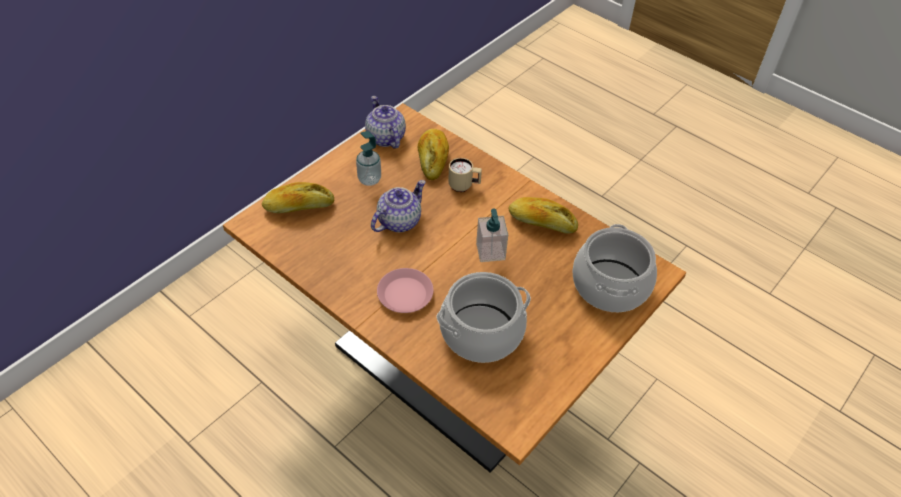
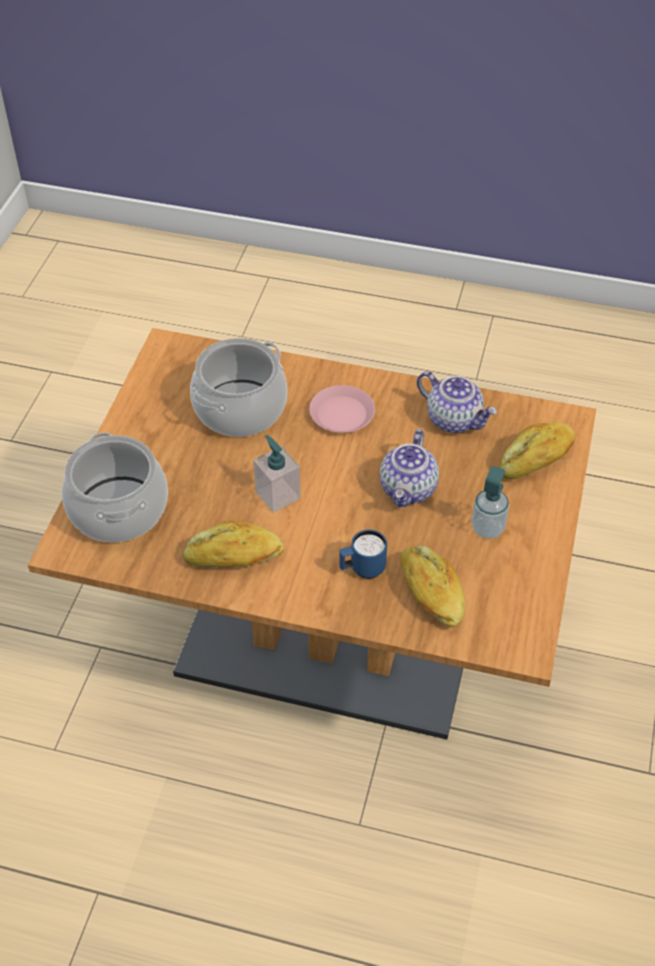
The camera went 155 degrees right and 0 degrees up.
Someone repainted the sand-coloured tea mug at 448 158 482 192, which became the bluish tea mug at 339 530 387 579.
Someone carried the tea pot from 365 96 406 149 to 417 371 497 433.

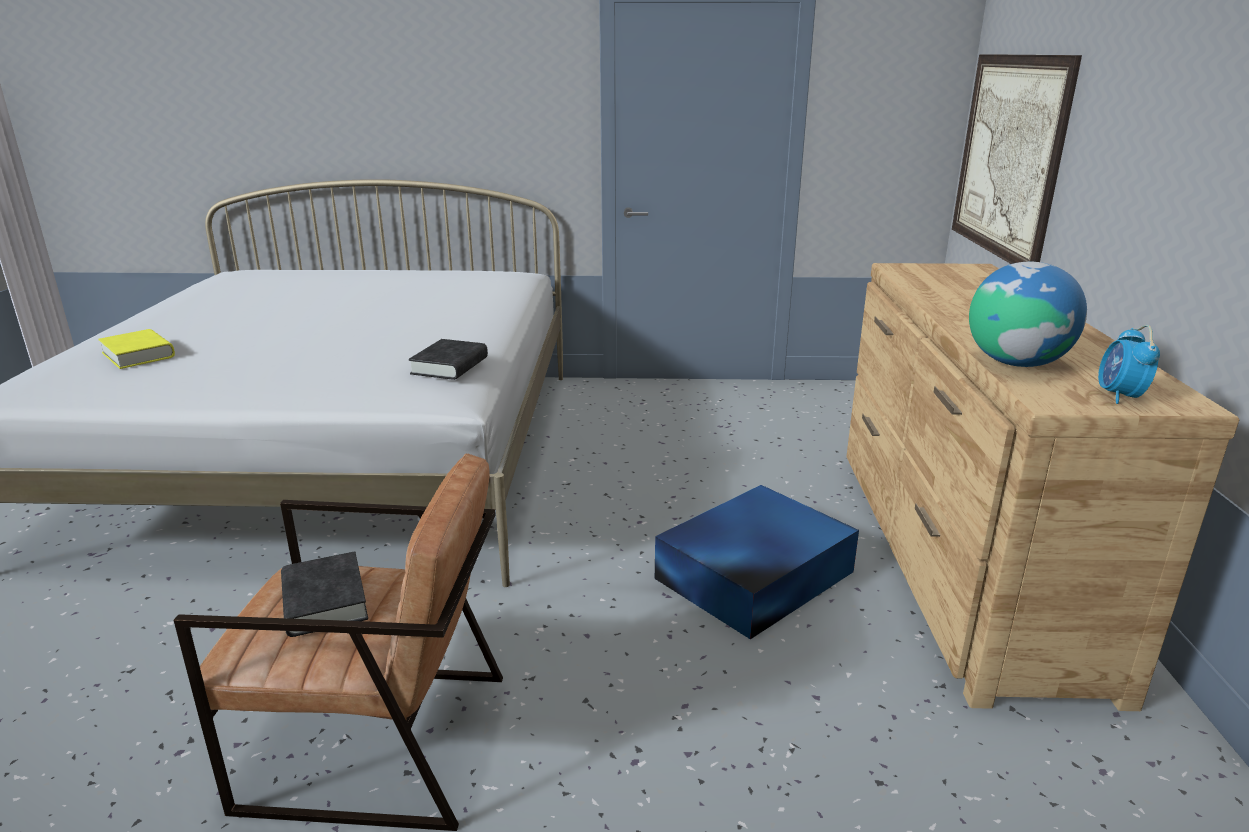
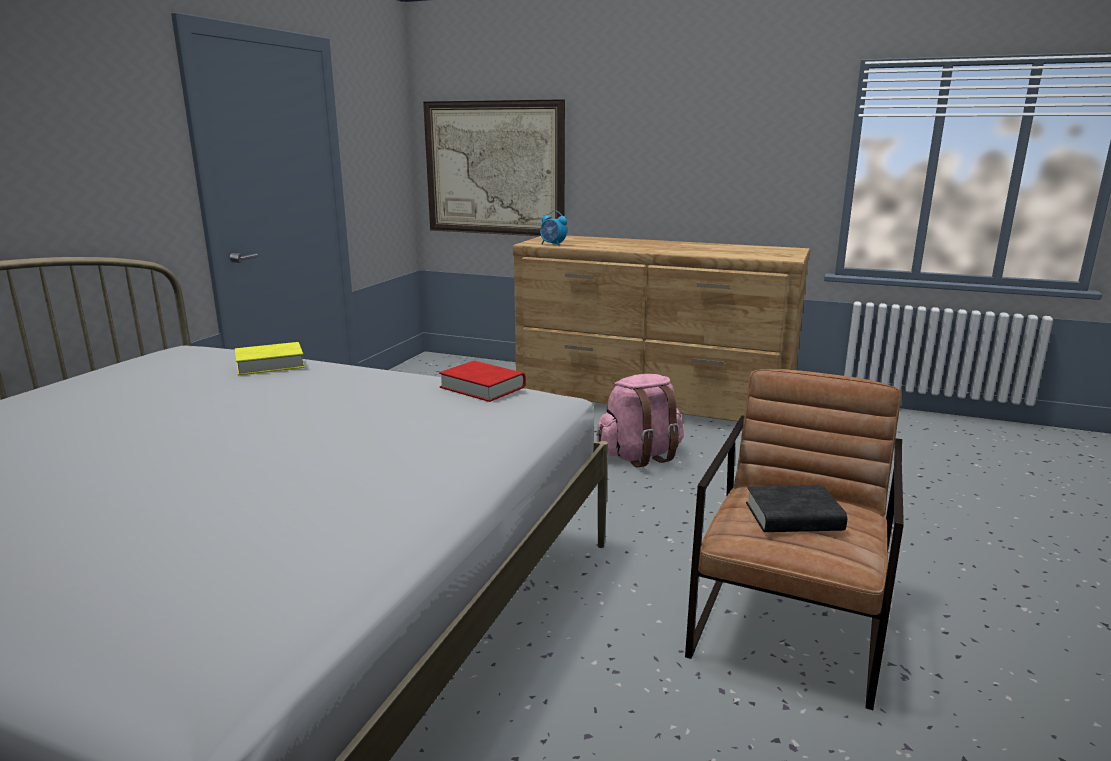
The camera went 70 degrees left and 5 degrees down.
Someone carried the yellow-coloured bound book from 98 329 175 369 to 235 342 305 376.
Someone repainted the blackish bound book at 408 339 488 380, which became the red bound book at 439 361 526 402.
Someone carried the table clock from 1098 325 1160 404 to 540 210 567 246.
Someone swapped the bluish storage box at 655 485 859 639 for the pinkish knapsack at 597 374 684 468.
Someone took away the desk globe at 969 262 1087 367.

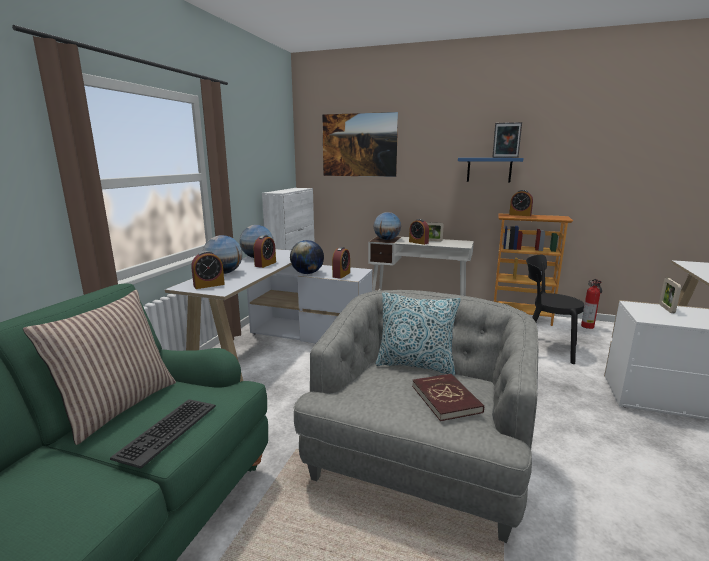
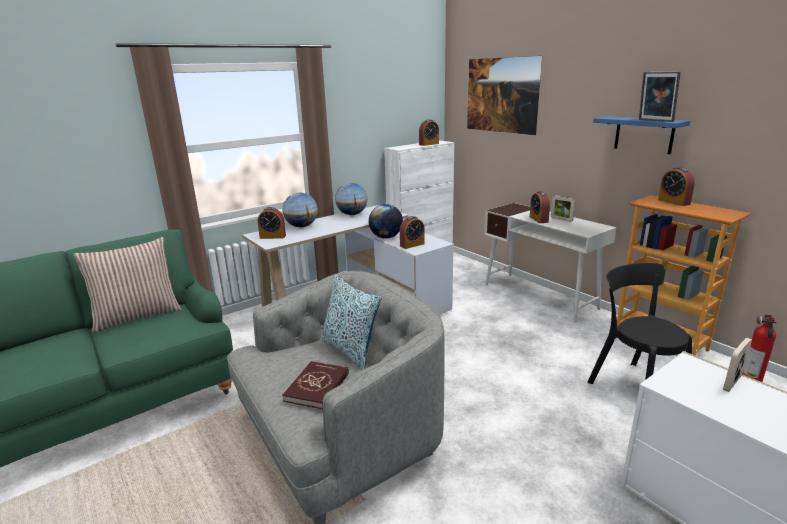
The camera went 35 degrees right and 5 degrees up.
Someone carried the table clock from 254 235 276 268 to 419 119 439 146.
Someone took away the PC keyboard at 110 399 216 469.
Someone took away the desk globe at 374 212 401 240.

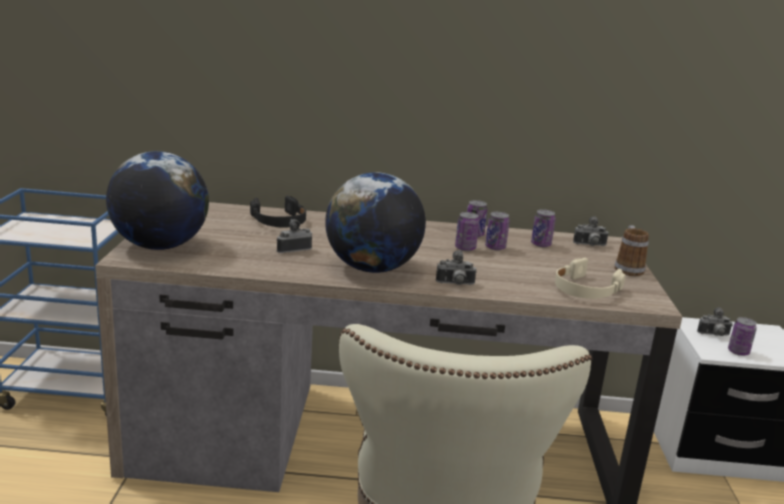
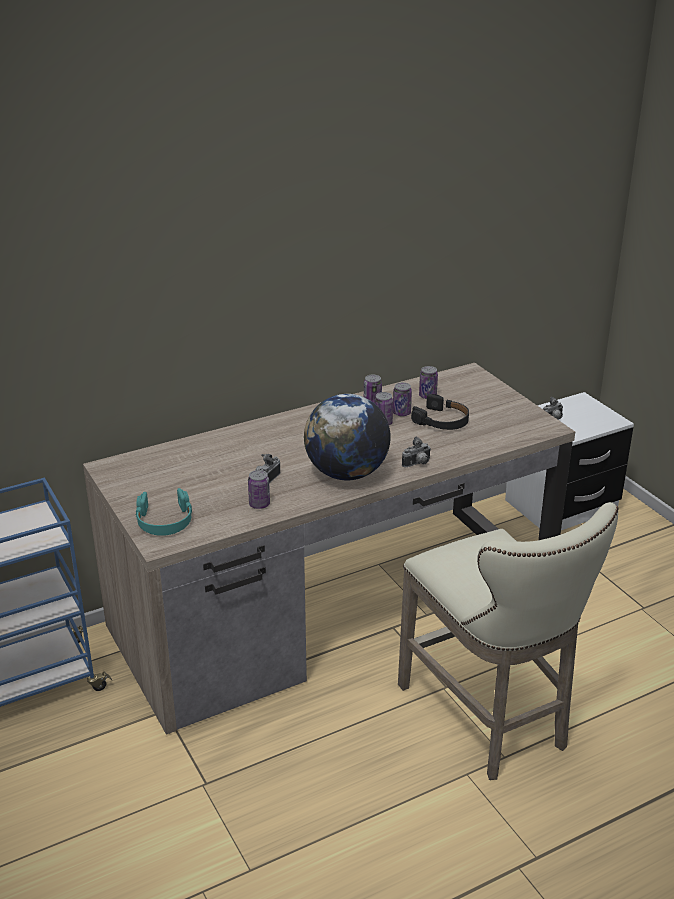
The camera went 30 degrees left and 10 degrees up.
Someone swapped the desk globe at 106 151 209 250 for the turquoise headset at 136 488 192 536.
Someone carried the metal can from 728 317 757 356 to 248 470 270 509.
Someone carried the blackish headset from 250 196 306 228 to 411 394 469 430.
Someone took away the sand-coloured headset at 555 258 626 299.
Someone took away the still camera at 573 216 609 246.
Someone took away the tea mug at 615 225 649 276.

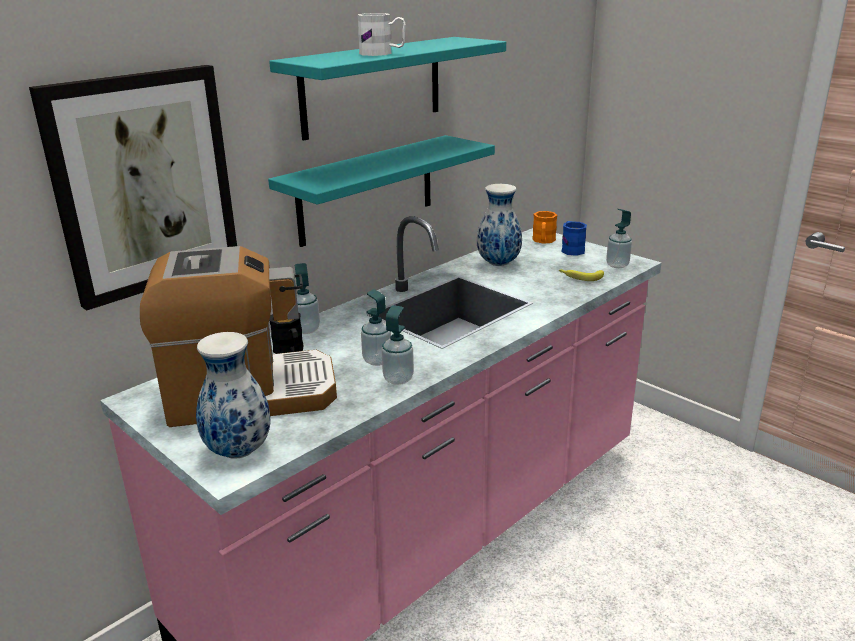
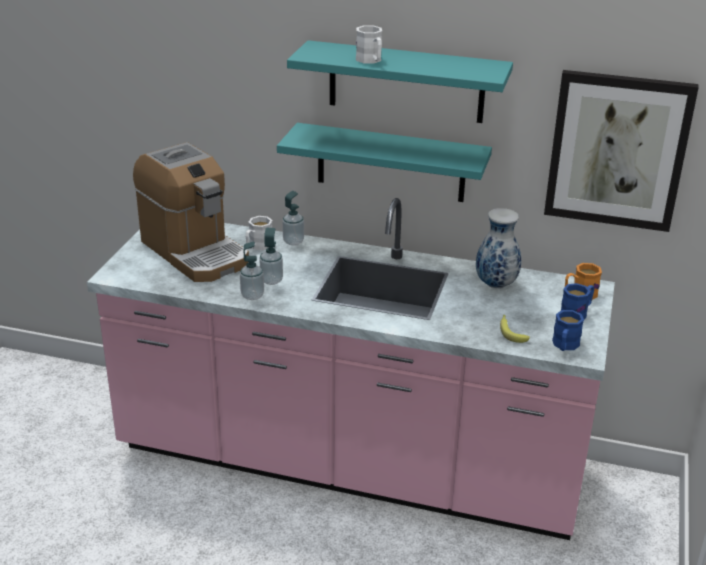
The camera went 60 degrees right and 5 degrees up.
Someone repainted the blackish tea mug at 269 313 304 354, which became the whitish tea mug at 245 216 272 250.
Someone carried the picture from 29 65 237 311 to 544 70 699 232.
Someone swapped the liquid soap bottle at 606 209 632 268 for the bluish tea mug at 552 310 584 351.
Someone took away the flower vase at 196 332 271 459.

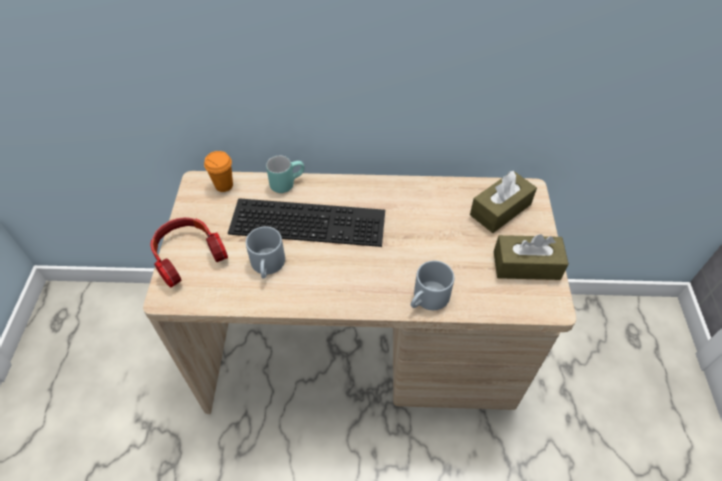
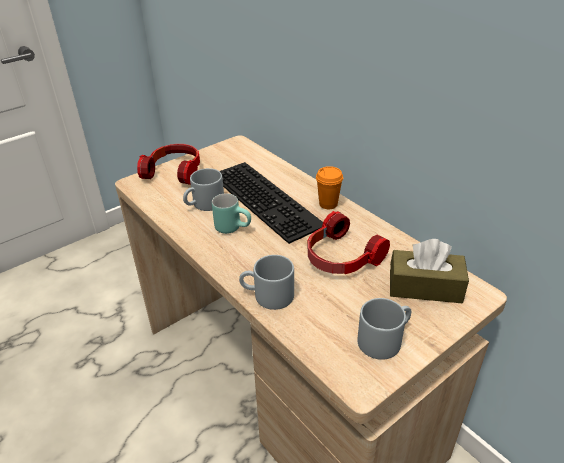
The camera went 50 degrees right and 15 degrees down.
Someone carried the turquoise tea mug from 266 156 305 193 to 212 193 251 234.
Someone put down the headset at 307 211 390 274.
Someone carried the orange small cup from 204 151 233 192 to 316 166 343 209.
Someone swapped the brown box of tissues at 494 234 569 280 for the grey tea mug at 357 298 411 360.

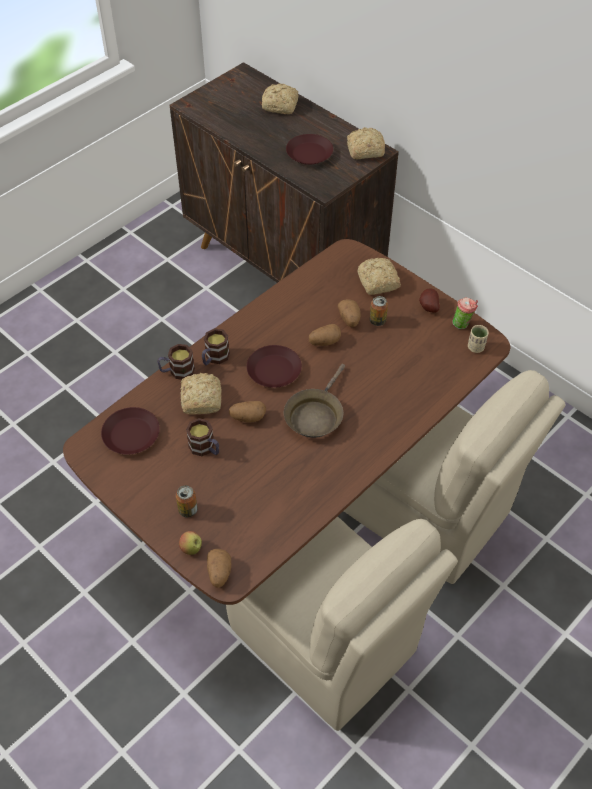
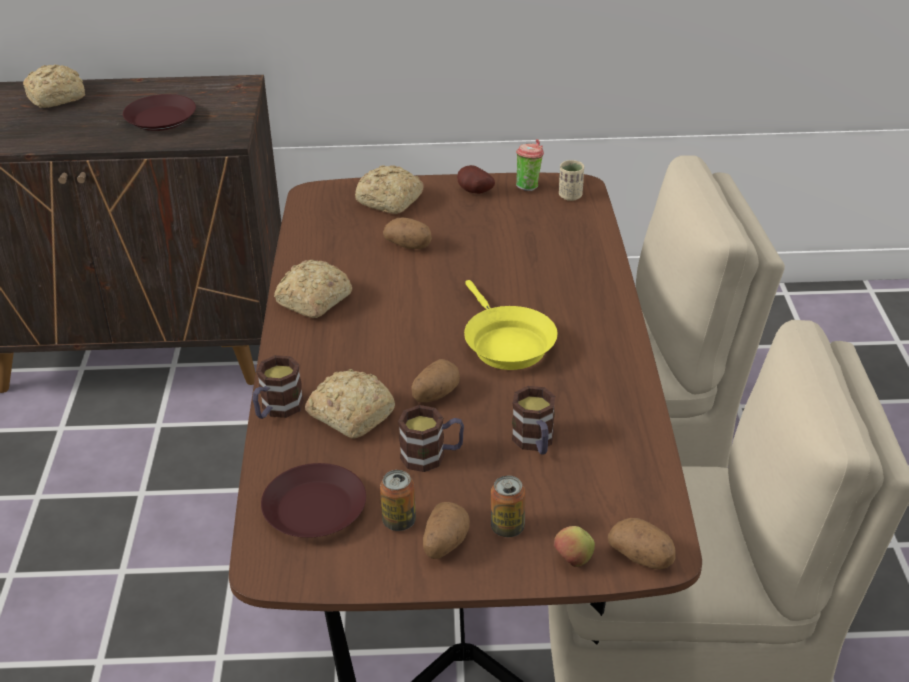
The camera went 45 degrees left and 15 degrees down.
Someone carried the baked bread from 347 127 385 159 to 274 260 352 318.
Someone carried the metal can from 370 296 388 326 to 380 470 416 531.
Someone carried the whole potato from 309 324 341 346 to 423 502 470 559.
Someone repainted the brown pan at 284 364 345 438, which became the yellow-coloured pan at 464 280 557 370.
Someone carried the tea mug from 202 328 230 366 to 512 386 556 455.
Someone took away the brown dinner plate at 247 345 302 388.

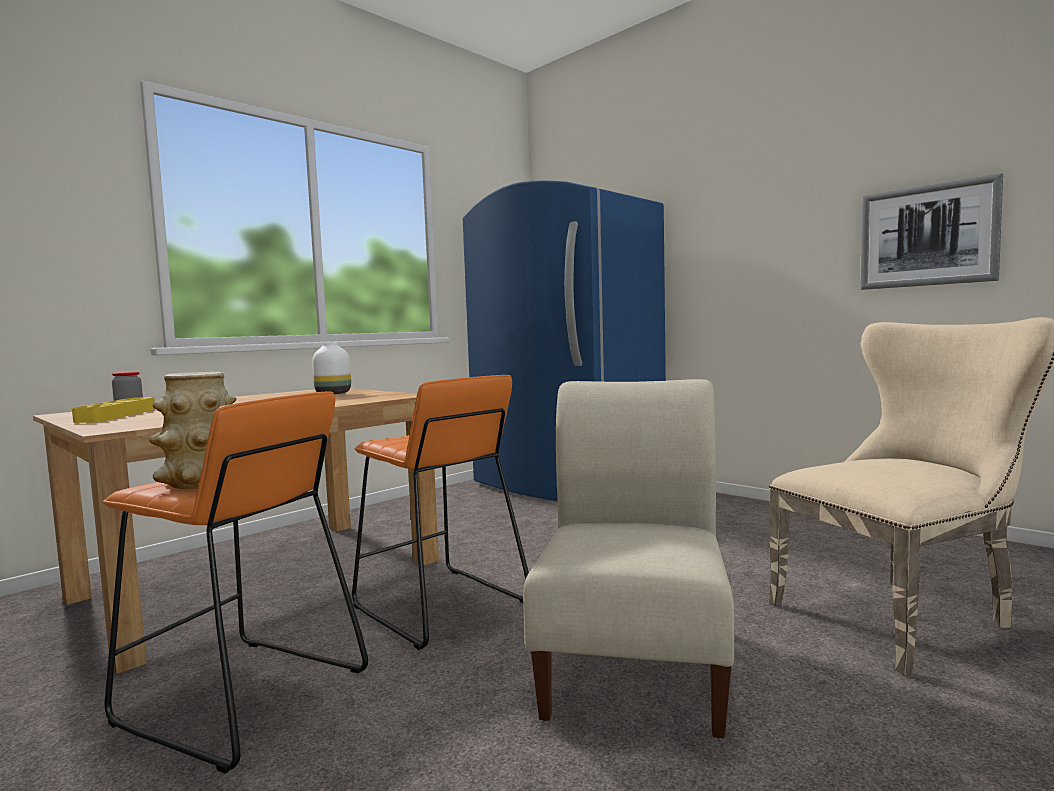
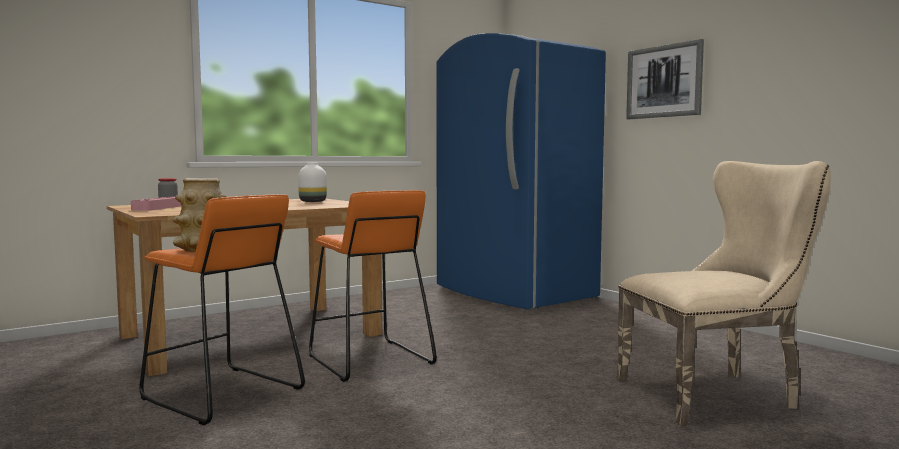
The camera went 10 degrees right and 0 degrees up.
Someone repainted the yellow-coloured tray at 72 397 156 423, which became the pinkish tray at 131 197 182 211.
Someone carried the picture from 860 173 1003 290 to 626 39 704 119.
Someone took away the sand-coloured upright chair at 523 379 734 738.

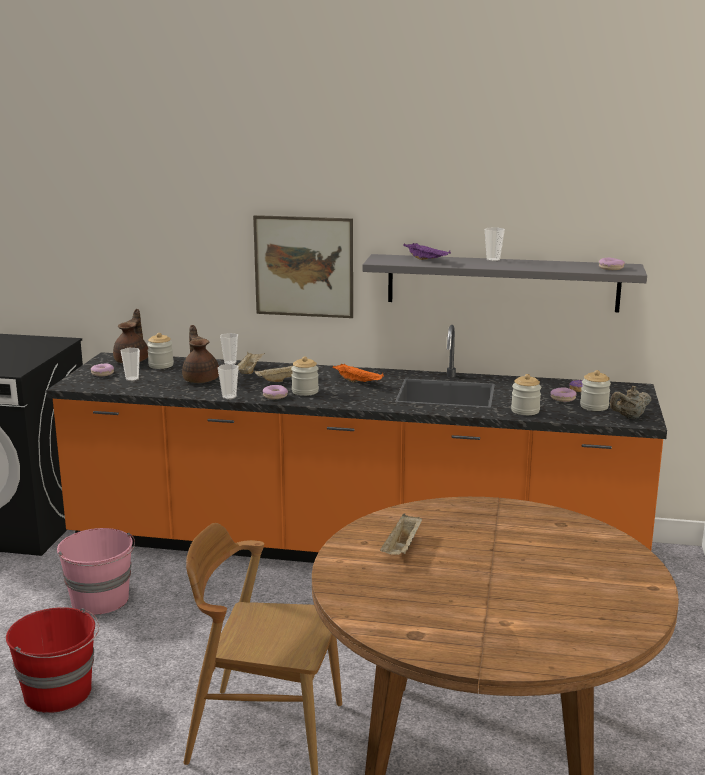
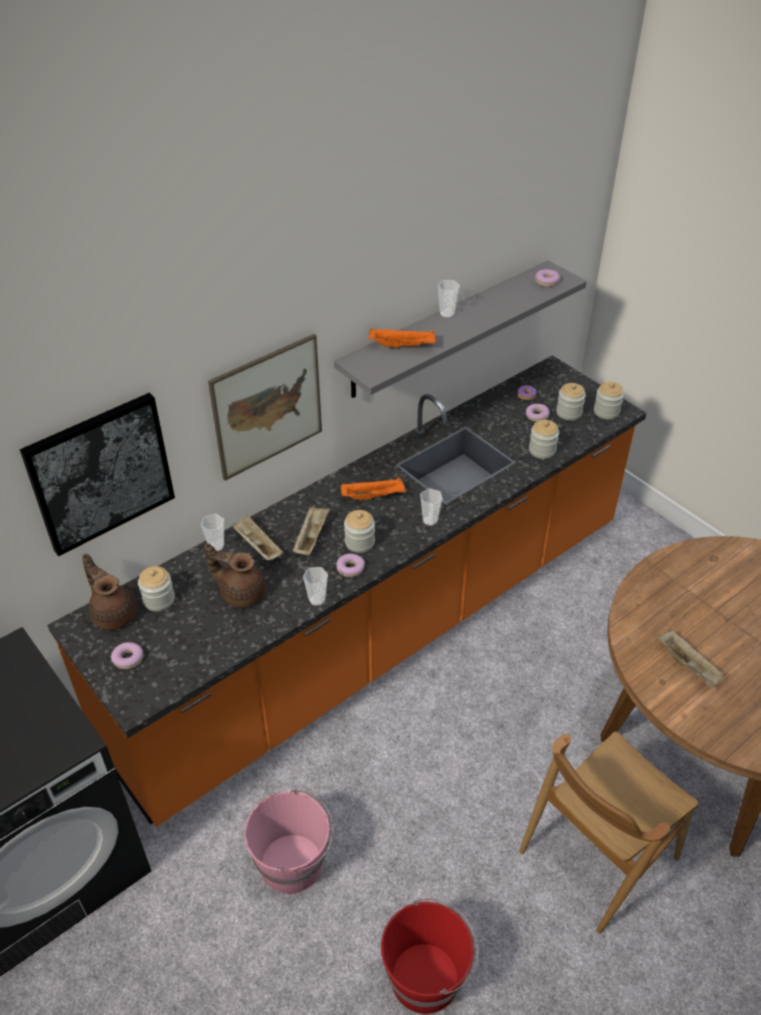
The camera went 50 degrees left and 25 degrees up.
Someone put up the picture at 20 393 175 556.
Someone repainted the purplish tray at 403 243 451 260, which became the orange tray at 368 328 436 349.
Someone carried the small cup from 120 348 140 381 to 420 489 443 526.
Someone swapped the sand-coloured tea pot at 610 386 651 419 for the jar at 594 382 624 419.

